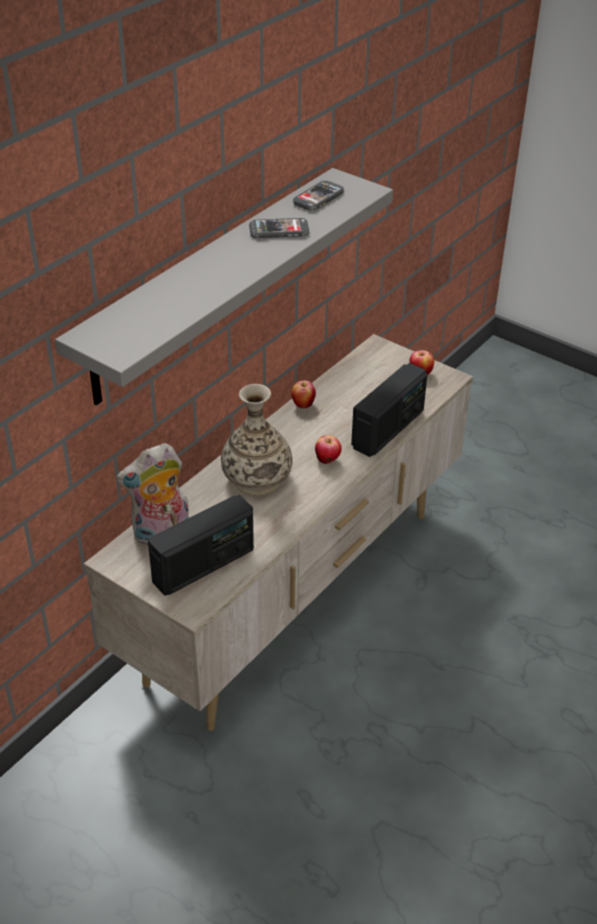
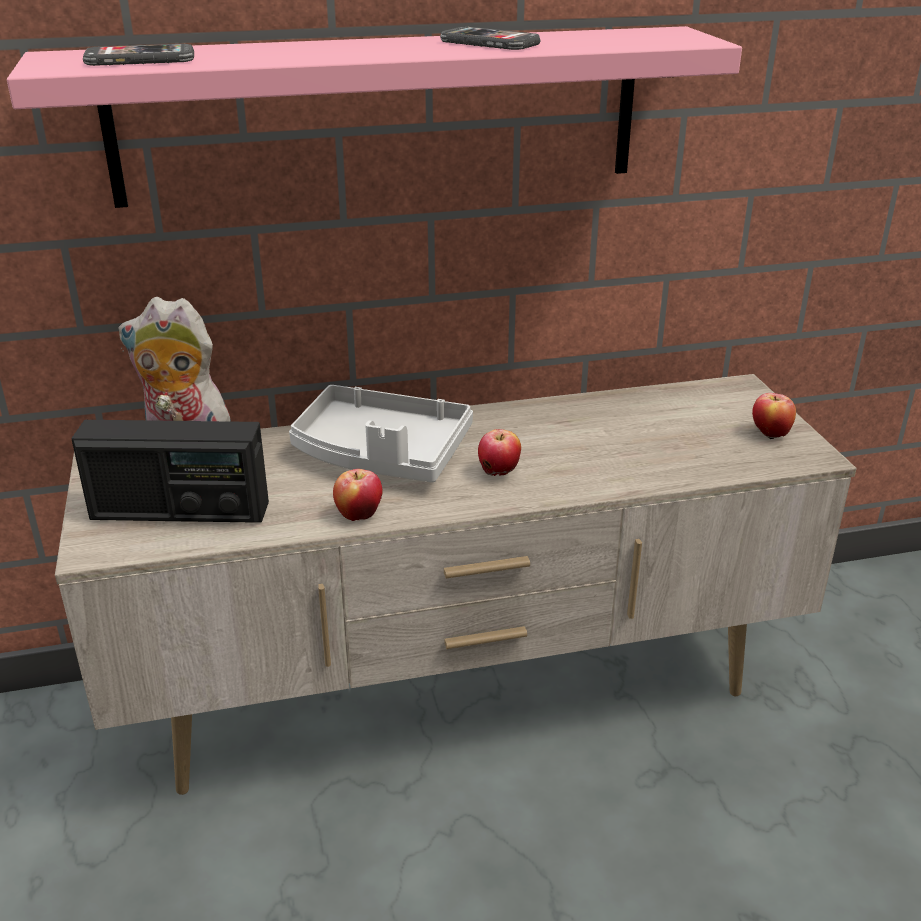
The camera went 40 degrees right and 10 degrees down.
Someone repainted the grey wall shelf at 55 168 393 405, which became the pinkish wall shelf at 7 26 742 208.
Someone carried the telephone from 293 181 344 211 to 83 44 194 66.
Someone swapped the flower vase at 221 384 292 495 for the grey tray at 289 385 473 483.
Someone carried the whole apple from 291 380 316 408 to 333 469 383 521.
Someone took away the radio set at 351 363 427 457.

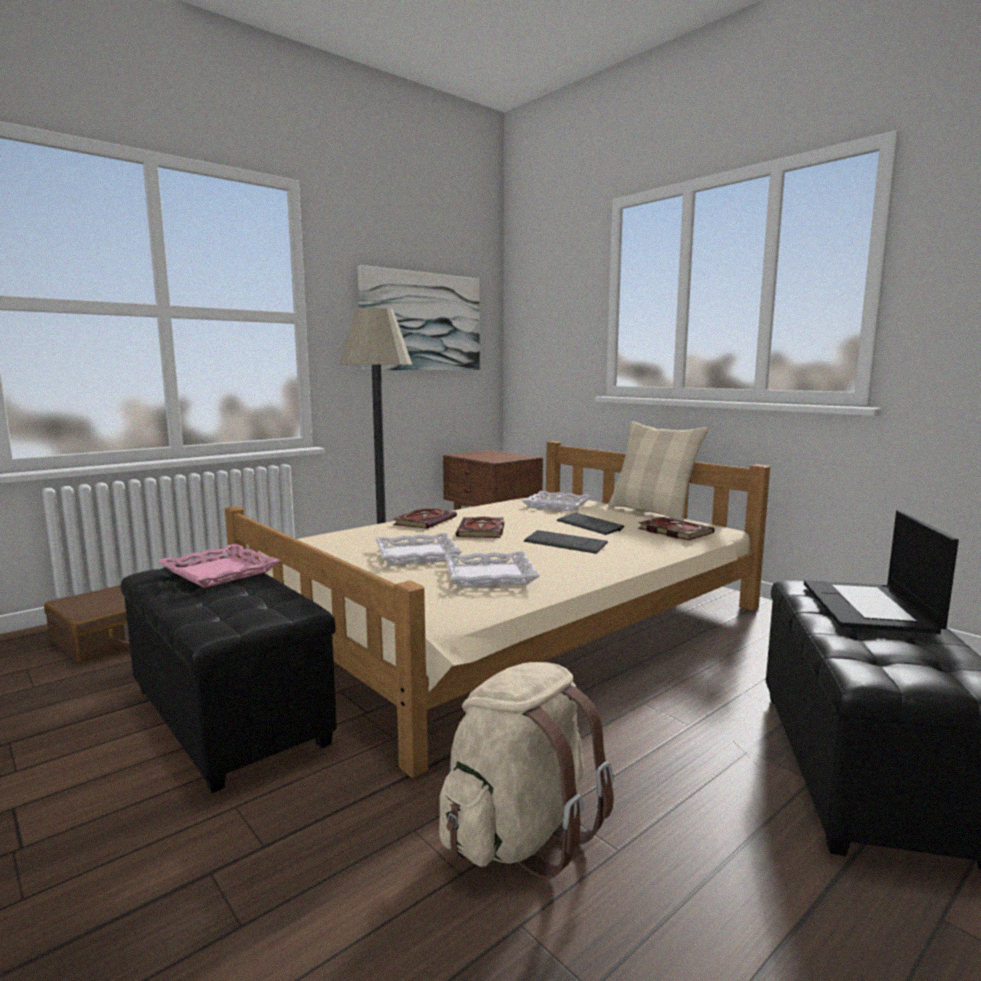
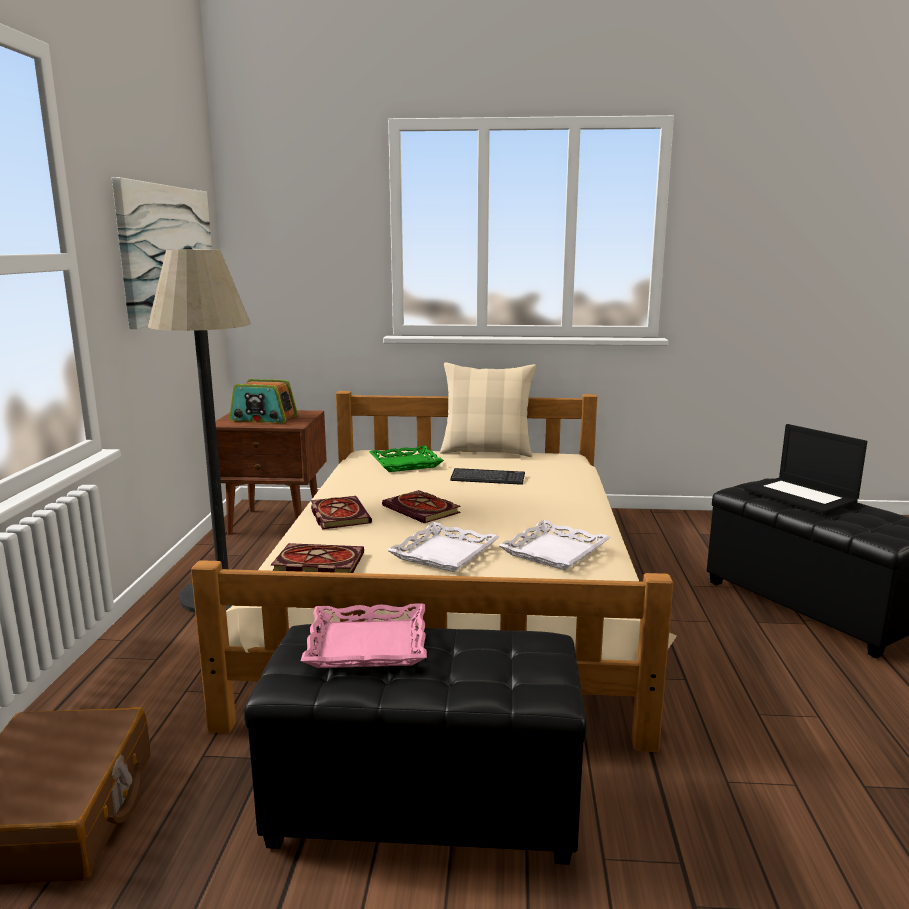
The camera went 45 degrees left and 5 degrees up.
Someone put down the radio set at 229 379 298 423.
Someone carried the bound book from 638 517 715 540 to 271 543 364 573.
Someone repainted the whitish tray at 521 491 592 512, which became the green-coloured tray at 369 446 444 472.
Someone took away the sand-coloured knapsack at 439 662 614 879.
Someone took away the PC keyboard at 524 530 608 554.

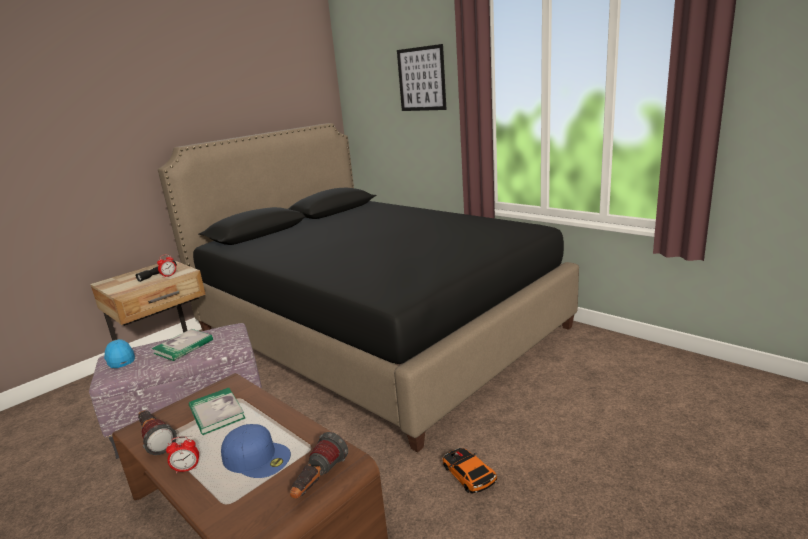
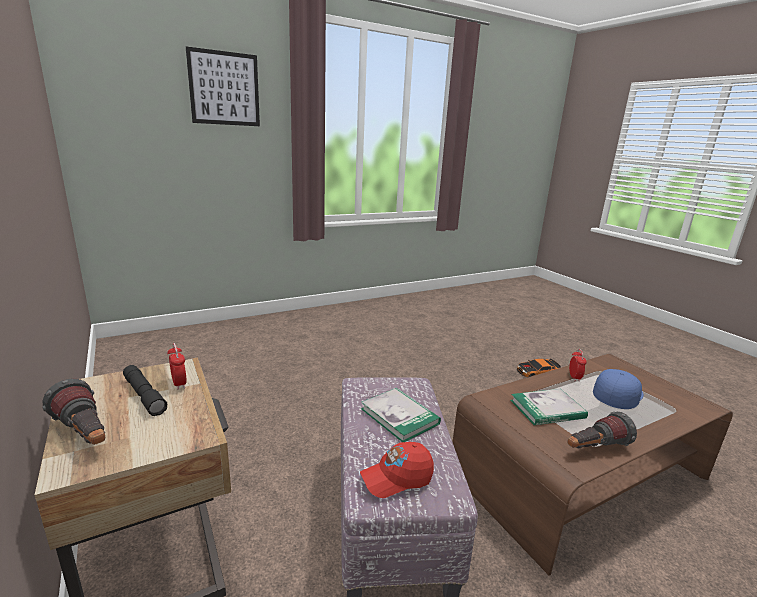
The camera went 75 degrees left and 0 degrees up.
Someone carried the flashlight from 290 432 348 499 to 42 378 105 445.
Someone repainted the bluish cap at 104 339 135 368, which became the red cap at 360 442 434 498.
Someone carried the table clock from 166 436 199 473 to 569 349 587 382.
Someone took away the blackish bedroom bed at 158 123 579 452.

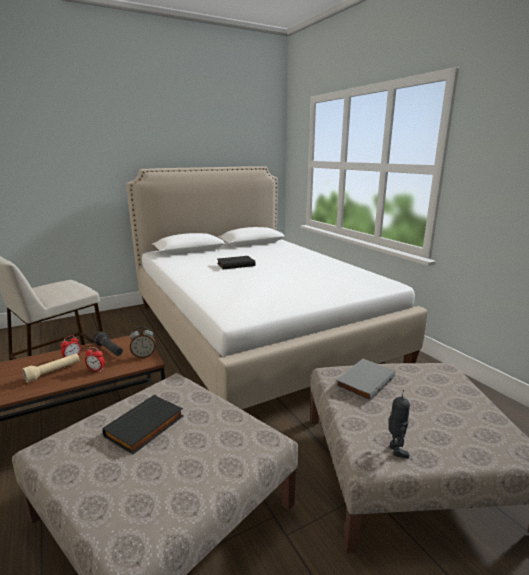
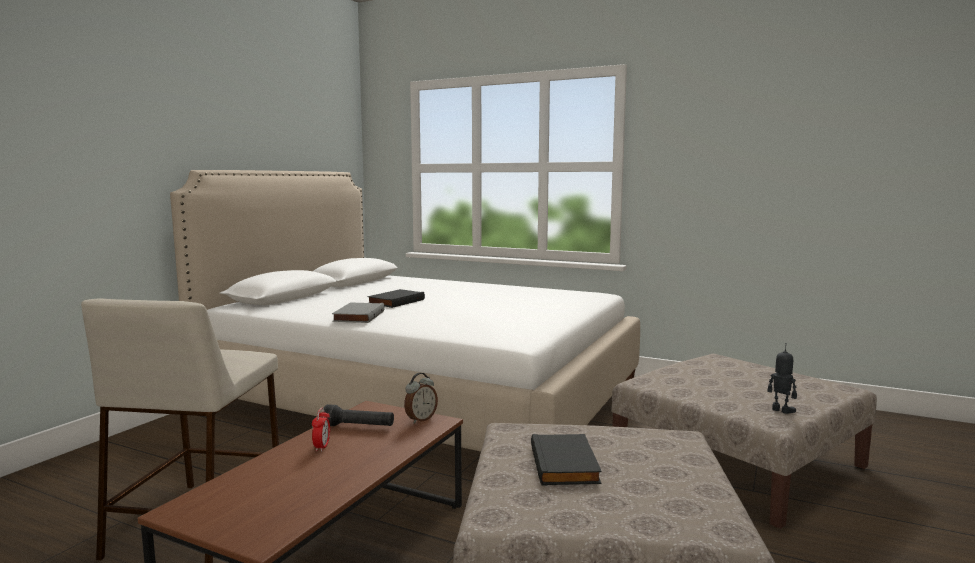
The camera went 35 degrees left and 10 degrees down.
Someone carried the grey bound book from 336 359 395 401 to 332 302 385 323.
Someone took away the sand-coloured flashlight at 22 354 79 383.
Someone took away the table clock at 85 347 105 372.

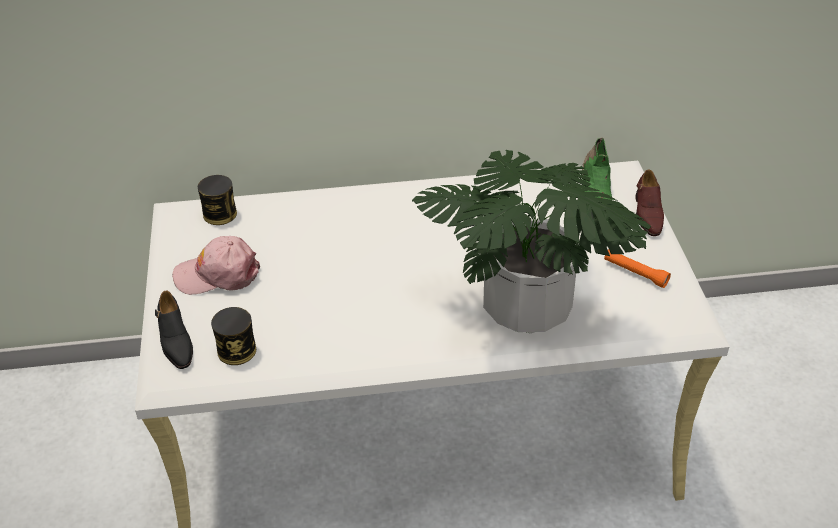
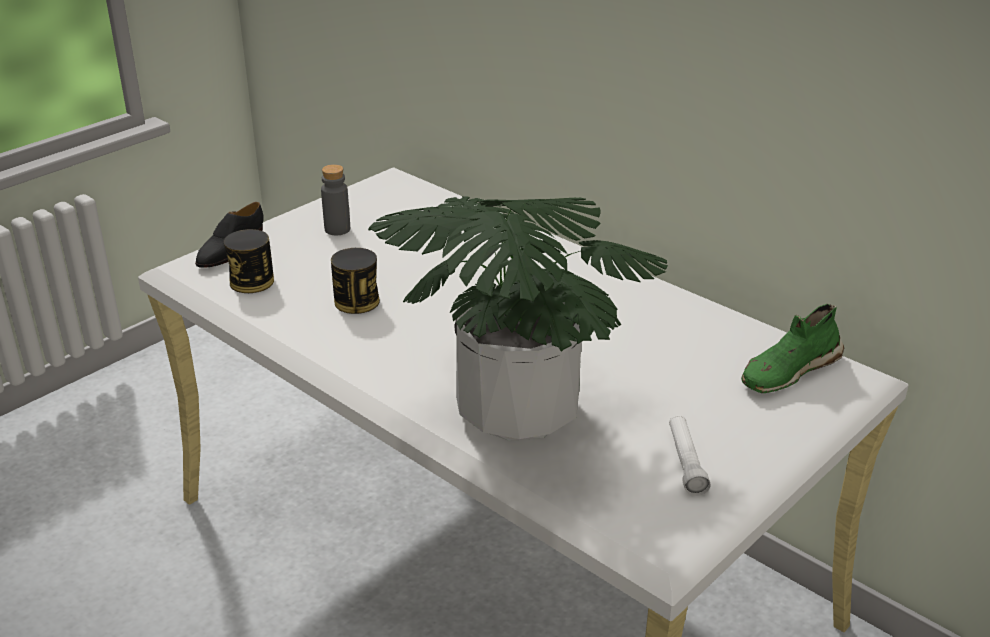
The camera went 50 degrees right and 10 degrees down.
Someone swapped the pinkish cap at 172 236 260 295 for the grey drink bottle at 321 164 350 235.
Someone carried the metal can from 198 175 237 225 to 331 248 380 314.
Someone repainted the orange flashlight at 604 250 671 288, which became the whitish flashlight at 669 415 711 496.
Someone took away the brown item of footwear at 635 169 664 236.

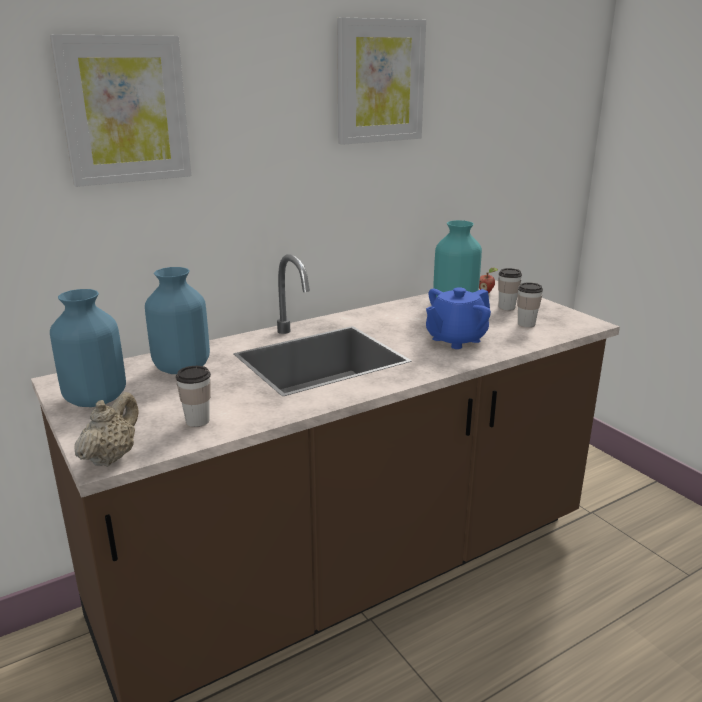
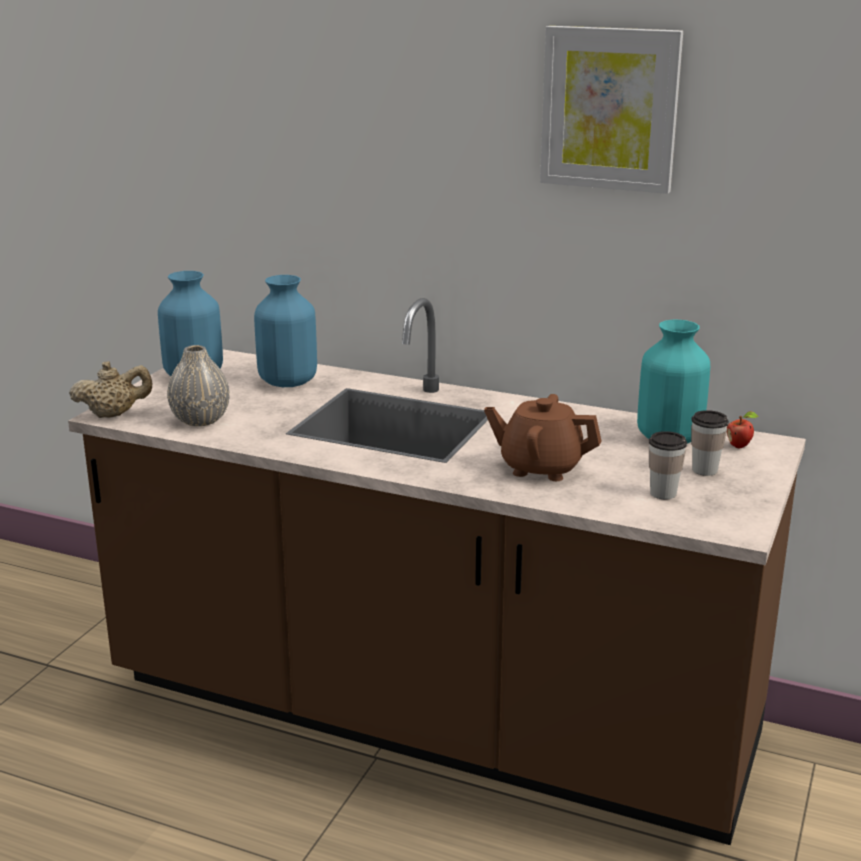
The camera went 55 degrees right and 0 degrees up.
Someone swapped the small cup at 176 366 211 427 for the grey flower vase at 167 345 230 426.
Someone repainted the bluish tea pot at 426 287 491 349, which became the brown tea pot at 484 394 602 481.
Someone took away the picture at 50 34 191 187.

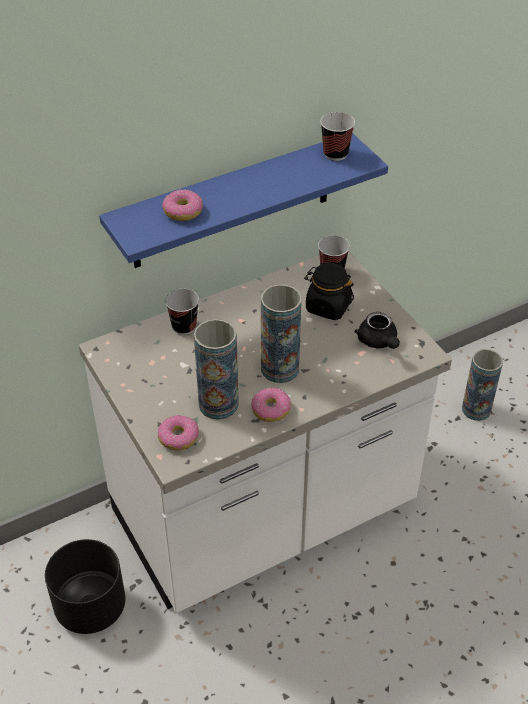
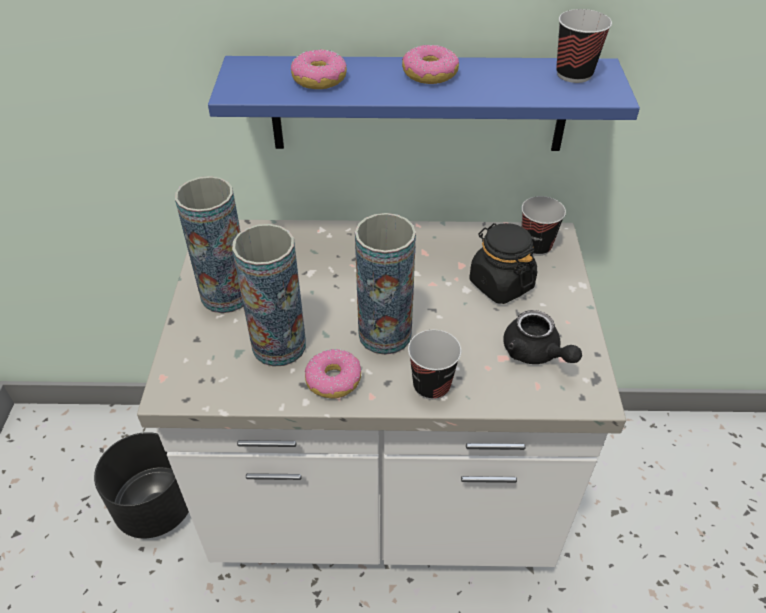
The camera went 30 degrees right and 0 degrees up.
Someone carried the flower vase from 462 349 503 421 to 175 176 243 313.
Someone carried the ring doughnut from 158 415 199 450 to 402 45 459 84.
Someone carried the small cup from 165 289 199 335 to 408 330 461 400.
Someone rotated the blackish tea pot at 355 312 400 349 by 45 degrees counterclockwise.

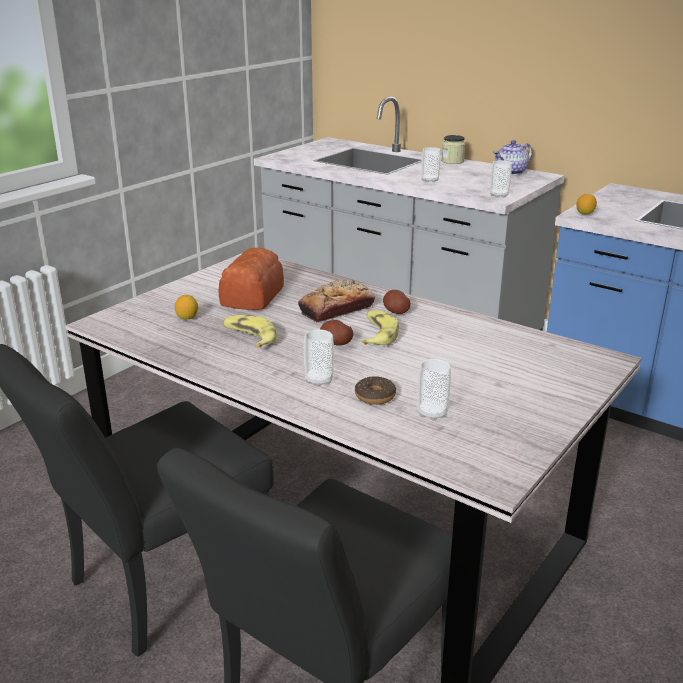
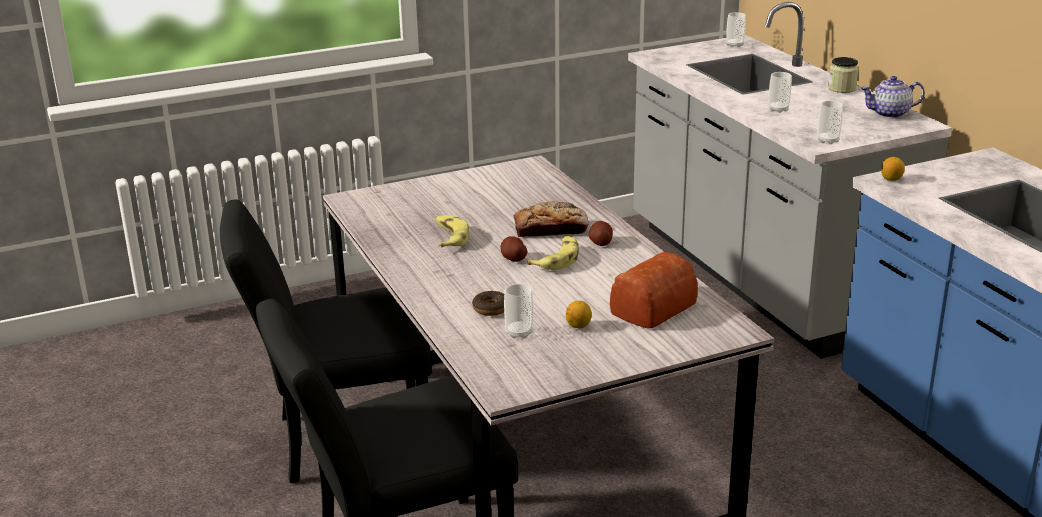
The camera went 30 degrees right and 0 degrees up.
Someone carried the lemon from 175 295 198 320 to 566 301 592 328.
Someone carried the baked bread from 219 248 284 310 to 610 252 698 328.
Someone carried the small cup from 304 330 334 387 to 726 12 746 47.

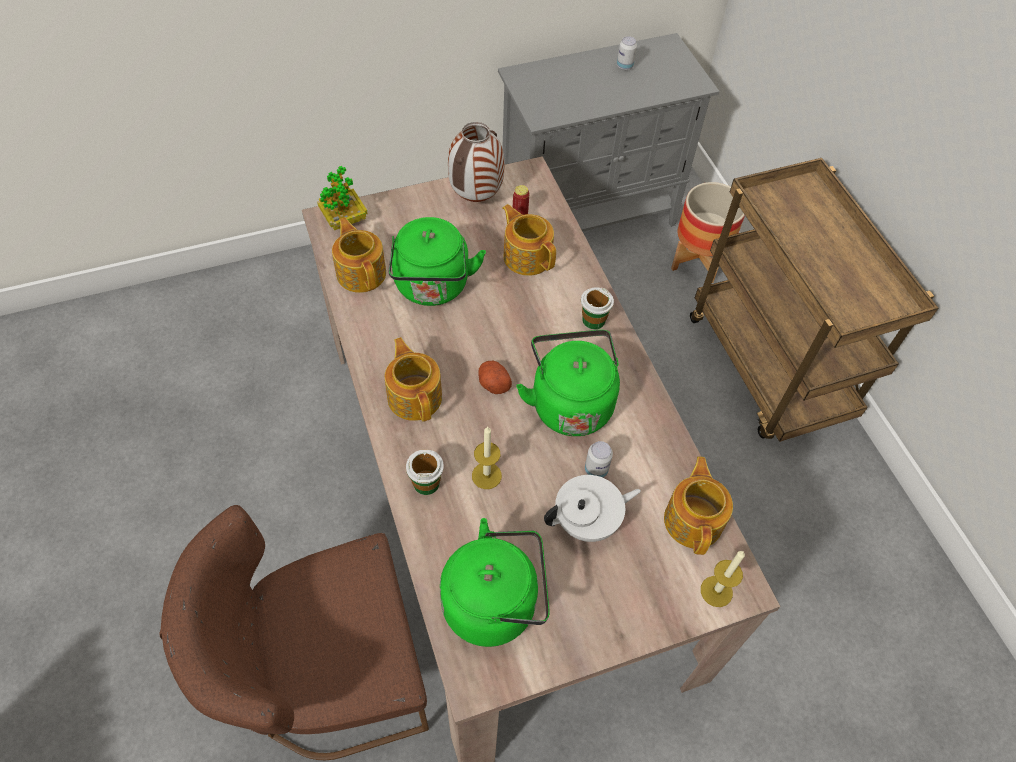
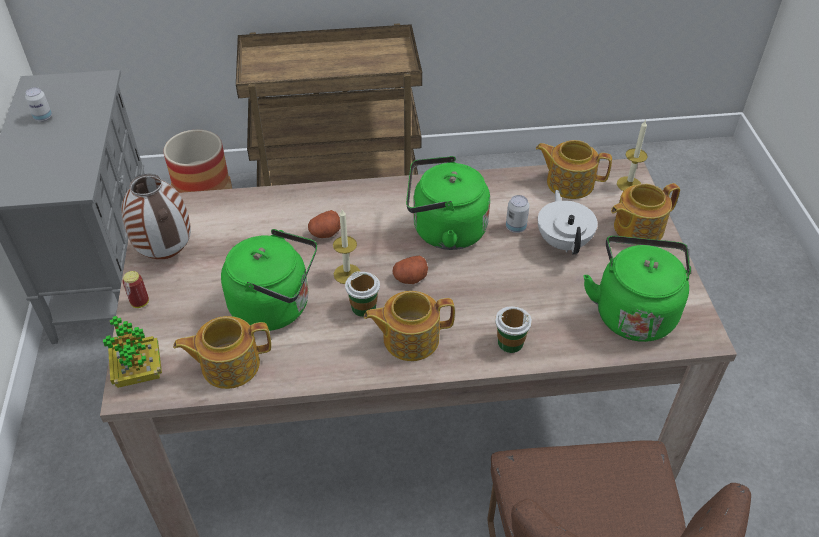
The camera went 75 degrees left and 10 degrees down.
Someone carried the metal can from 513 185 529 215 to 122 271 149 308.
Someone put down the whole potato at 308 210 341 238.
Someone carried the wax light from 472 427 502 489 to 333 209 360 284.
Someone carried the small cup from 581 287 614 329 to 345 271 380 317.
Someone carried the tea pot from 502 204 556 276 to 611 183 680 245.

